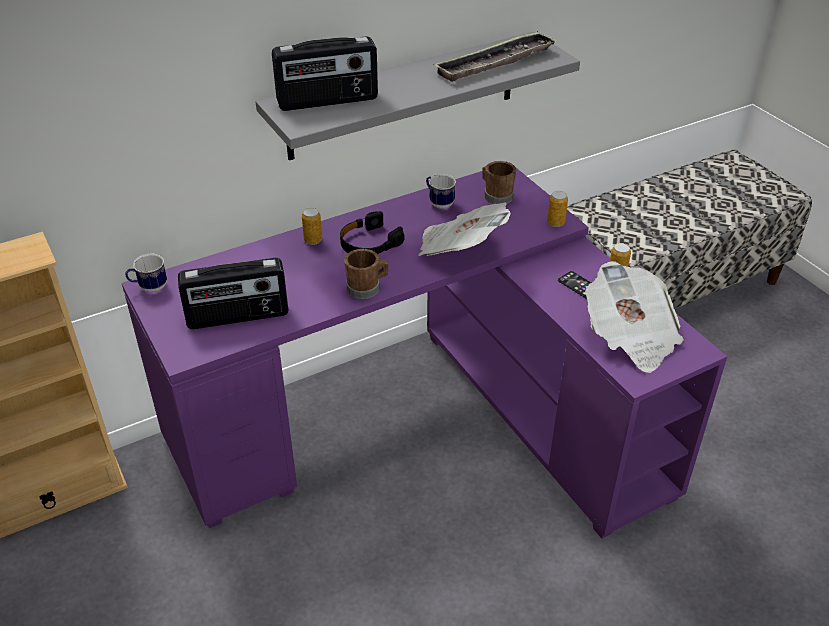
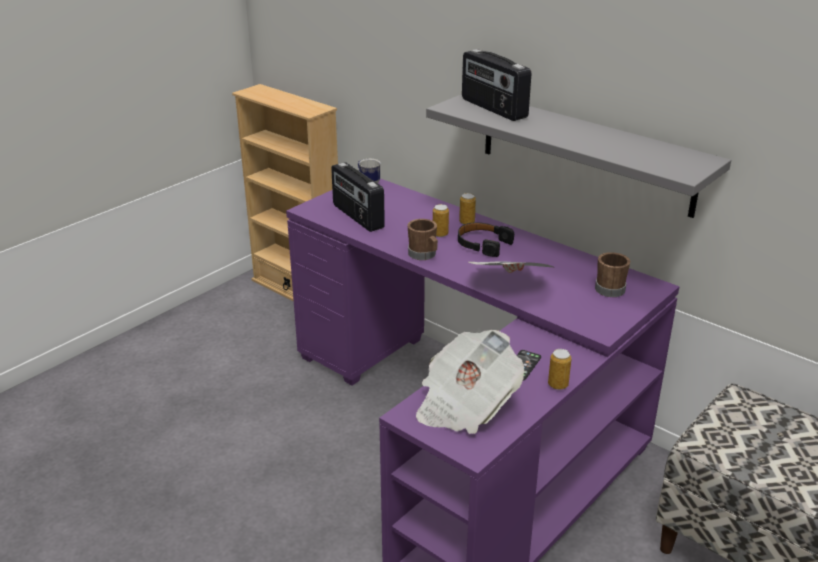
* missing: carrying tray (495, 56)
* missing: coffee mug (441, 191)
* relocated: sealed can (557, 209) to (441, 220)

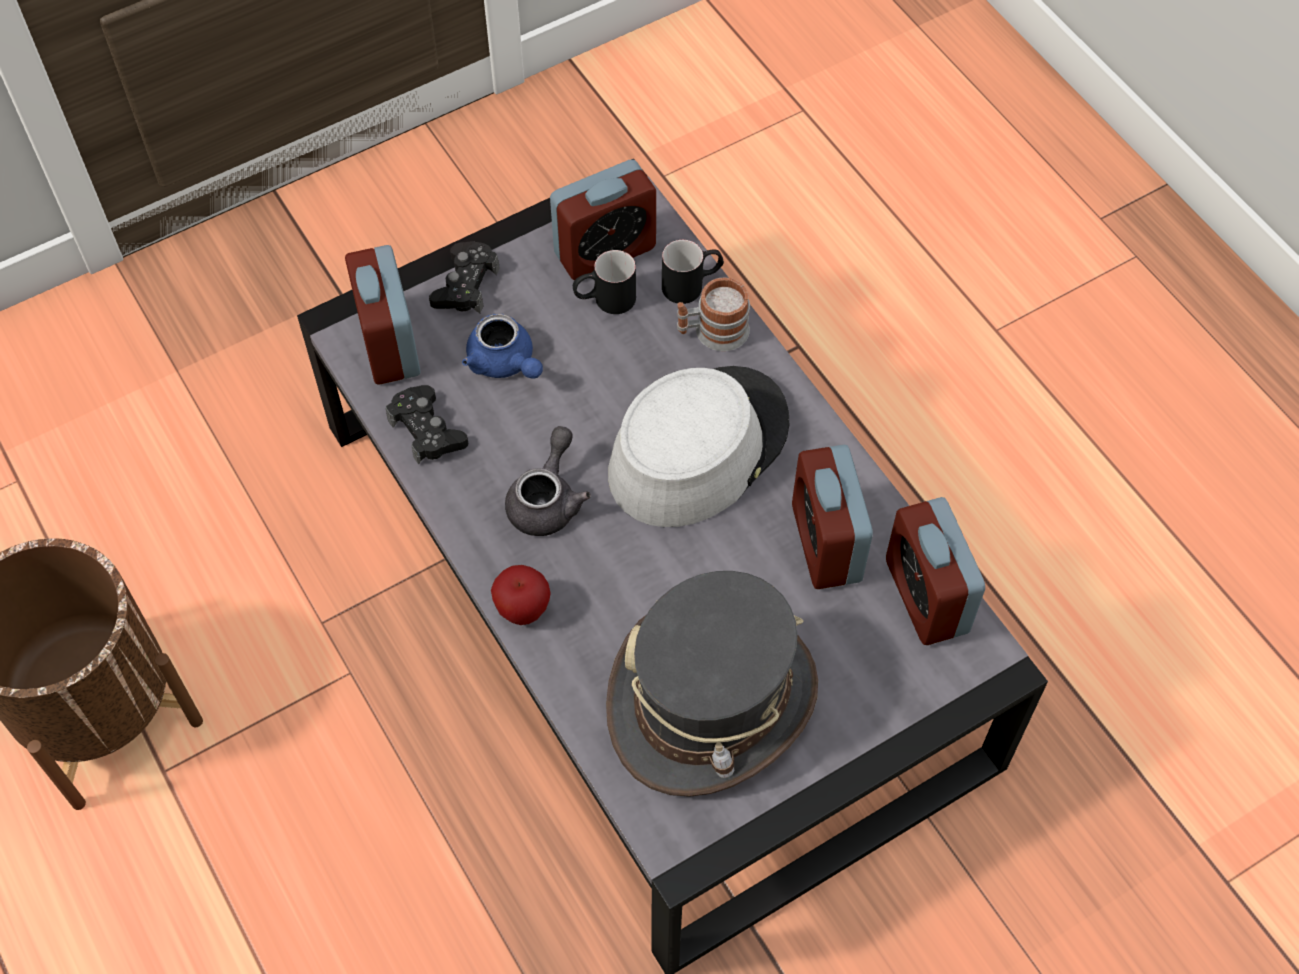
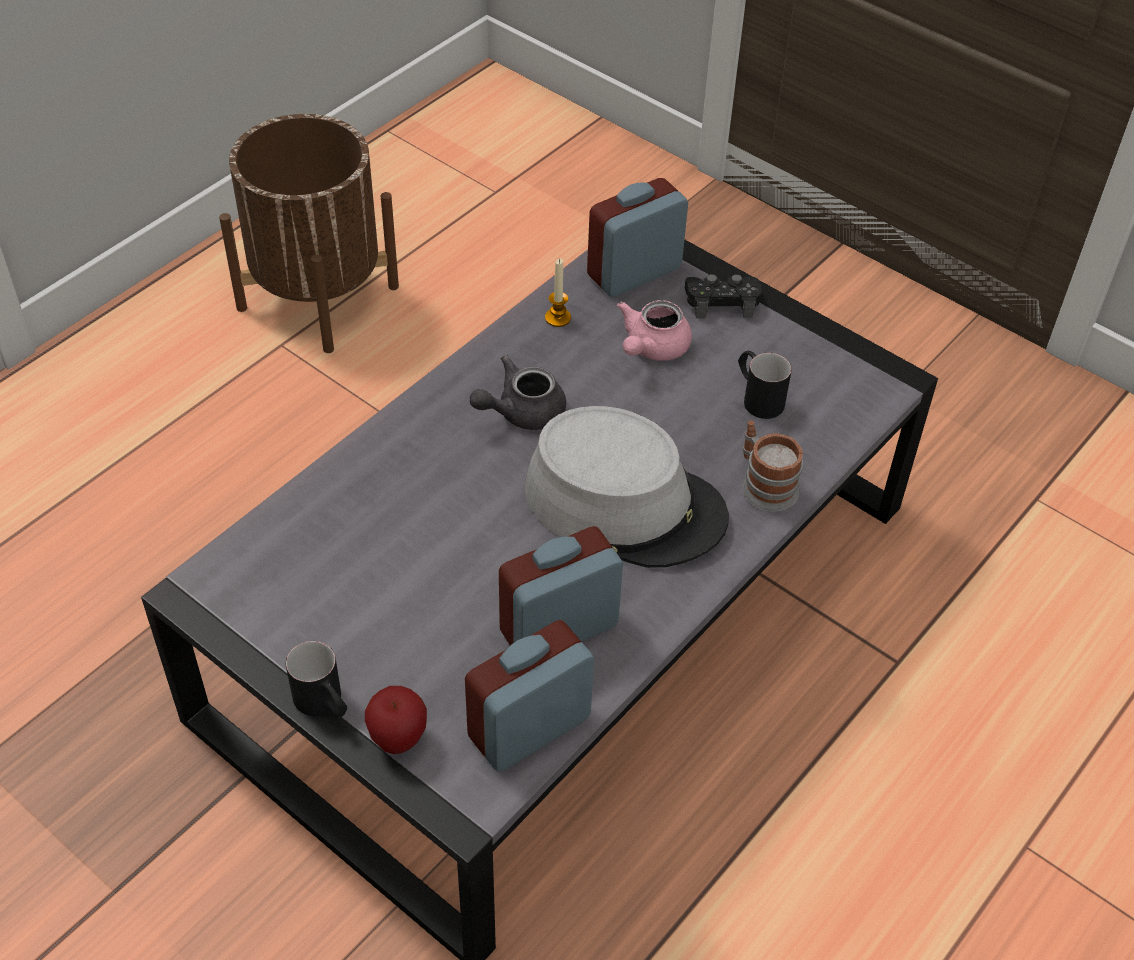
* missing: alarm clock (603, 219)
* relocated: coffee mug/black-coloured (693, 272) to (316, 679)
* colour: tea pot/blue-coloured (502, 346) to tea pot/pink-coloured (654, 330)
* exchanged: gamepad/black-coloured (427, 425) to candle (558, 292)
* spun: tea pot/greyish (548, 481) = (518, 392) 150 degrees clockwise
* relocated: apple (521, 595) to (396, 720)
* missing: wearable hat/greyish (712, 684)

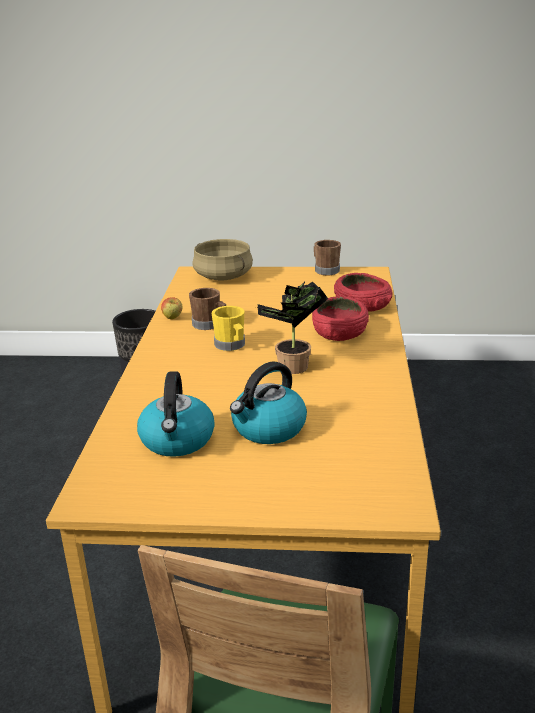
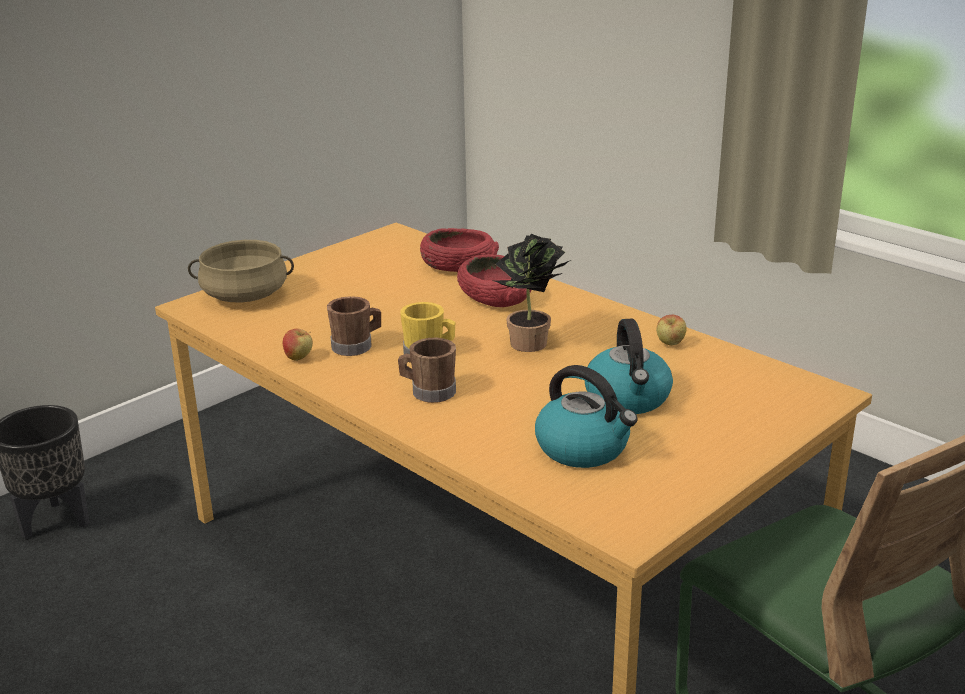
* relocated: coffee mug/brownish (327, 257) to (427, 370)
* appeared: apple (671, 330)

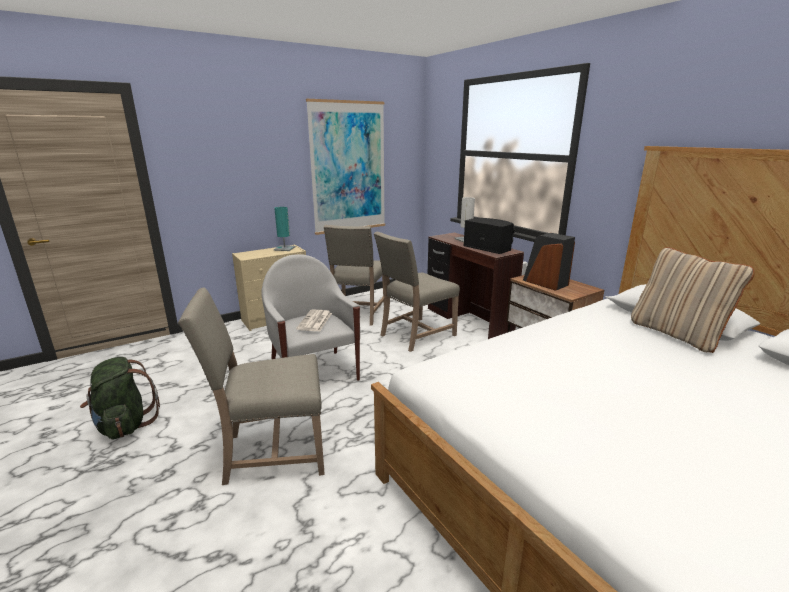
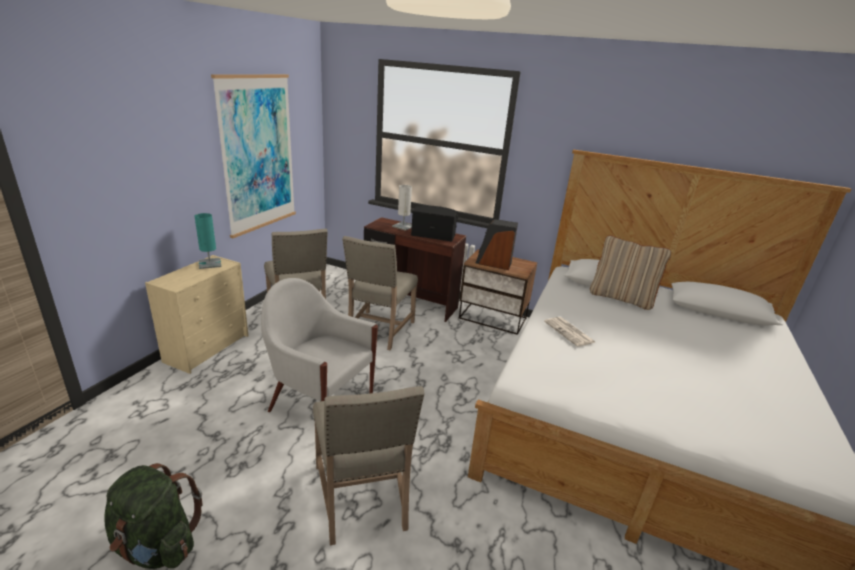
* spun: upright chair/beige-coloured (251, 386) = (368, 465) 60 degrees counterclockwise
* relocated: daily paper (314, 320) to (569, 332)

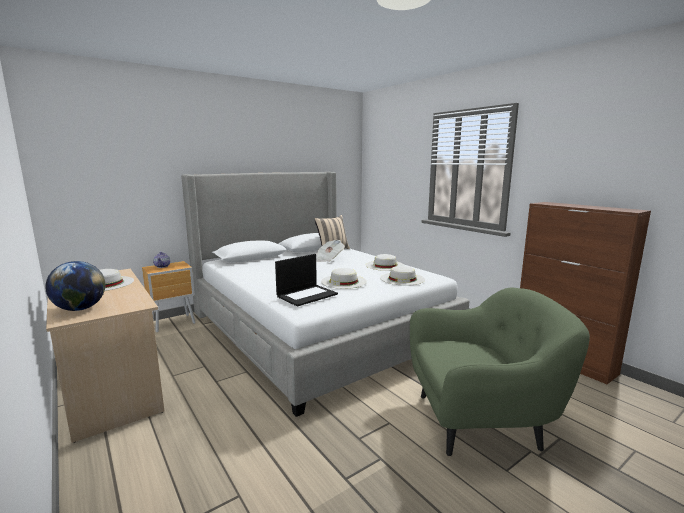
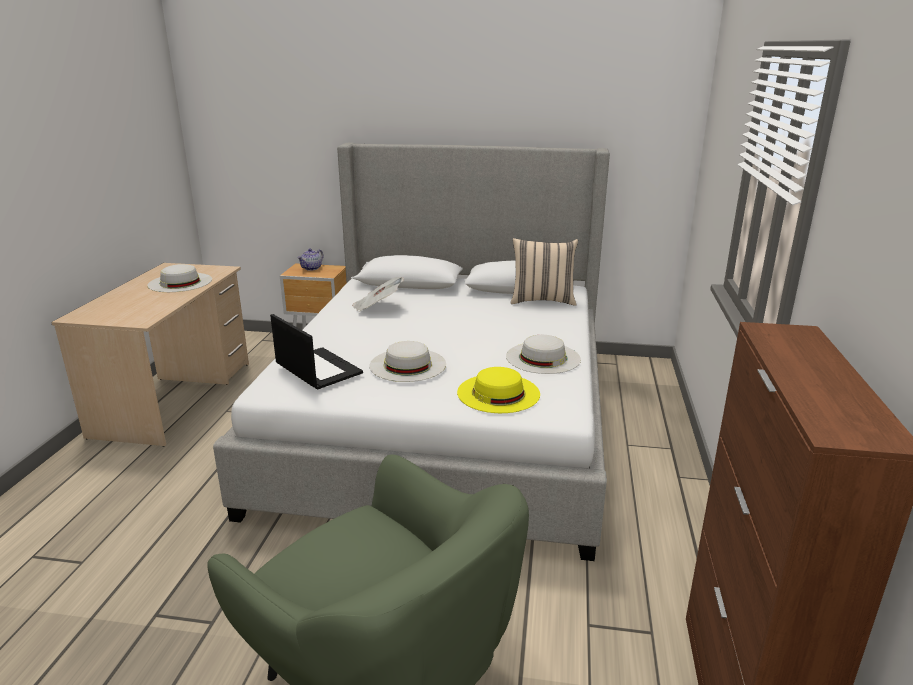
* relocated: daily paper (330, 251) to (378, 294)
* spun: portable computer (306, 280) = (316, 351) 135 degrees counterclockwise
* missing: world globe (75, 286)
* colour: wearable hat/white-coloured (402, 276) to wearable hat/yellow-coloured (498, 390)

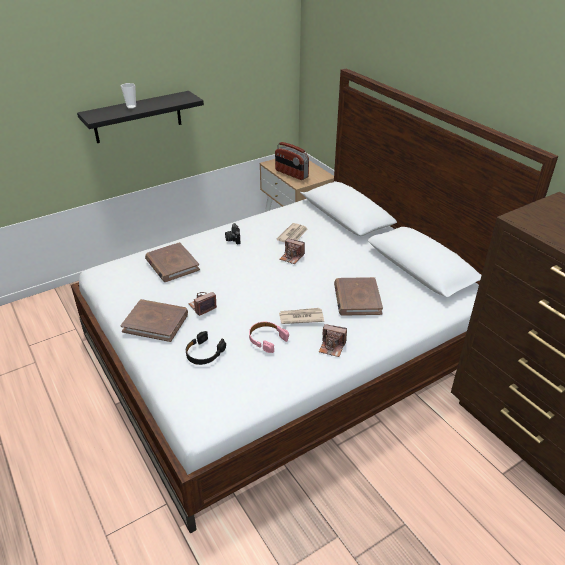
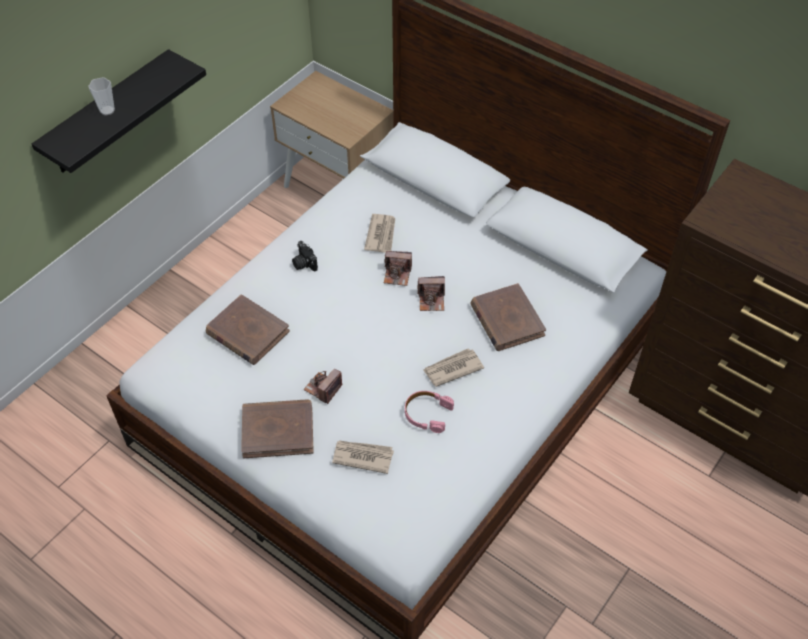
* missing: radio (292, 161)
* relocated: still camera (333, 340) to (431, 293)
* exchanged: headset/black-coloured (206, 348) to daily paper (363, 457)

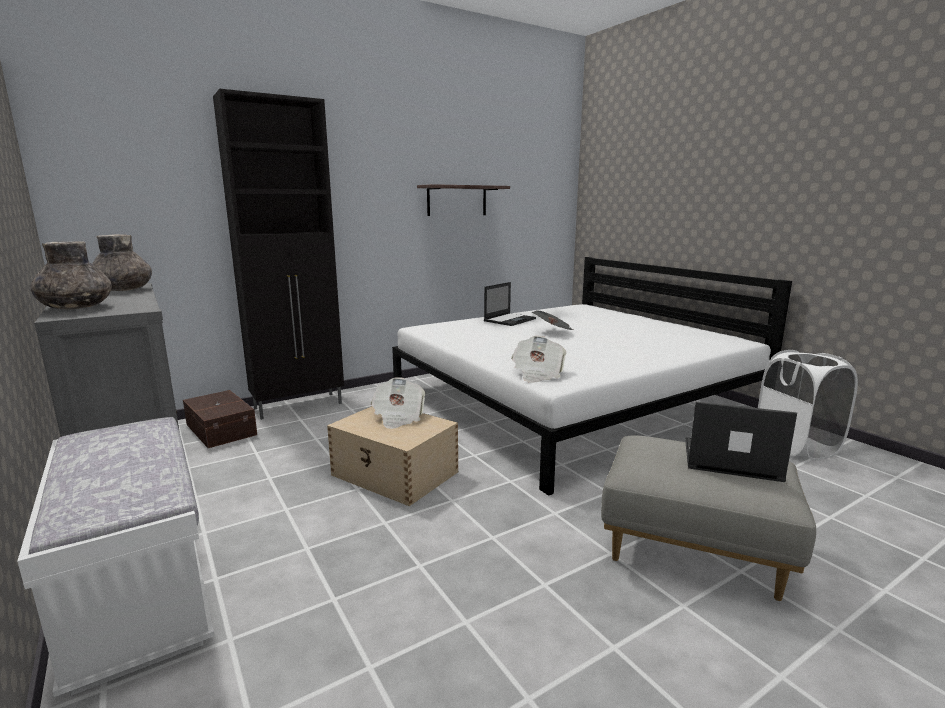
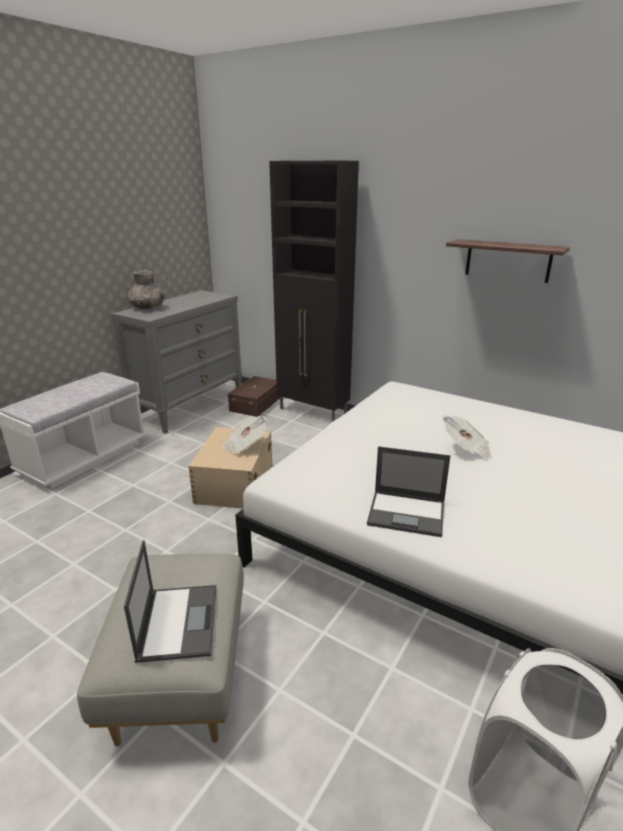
* missing: decorative vase/greyish (122, 262)
* relocated: portable computer (510, 304) to (408, 491)
* missing: daily paper (539, 359)

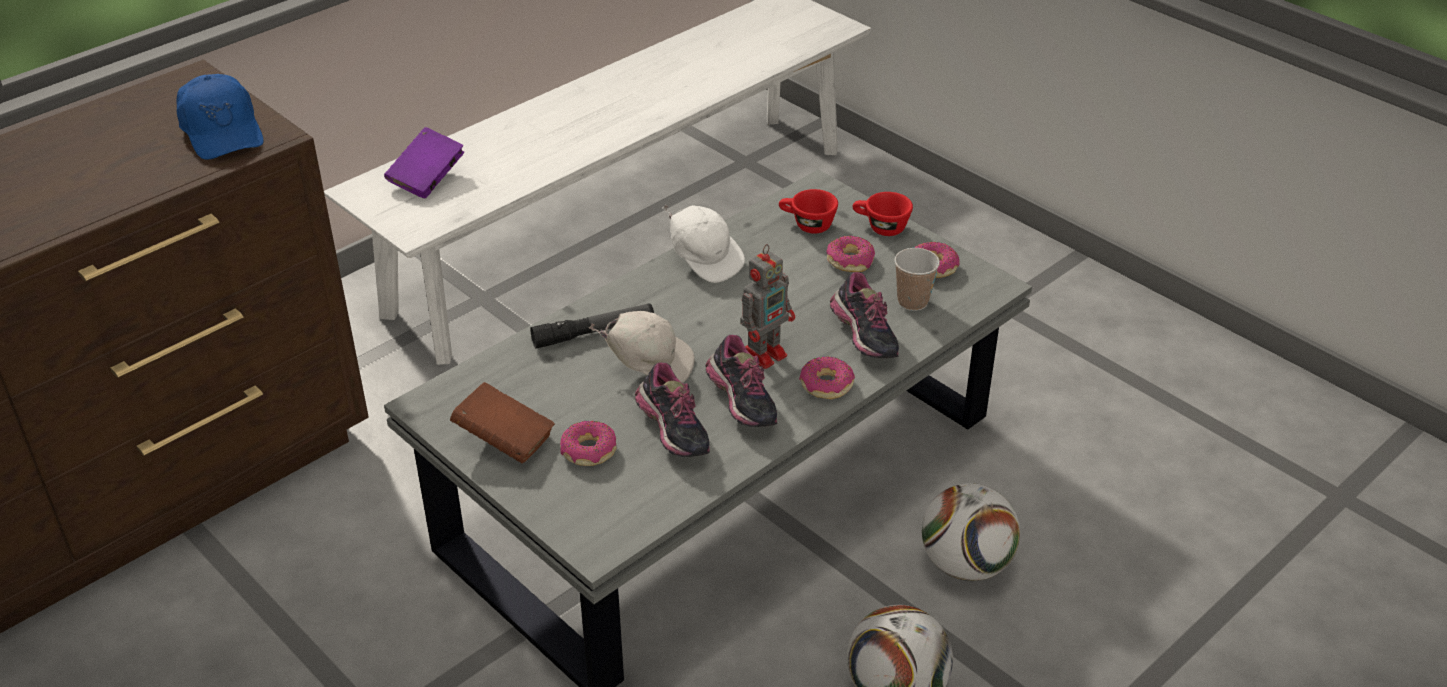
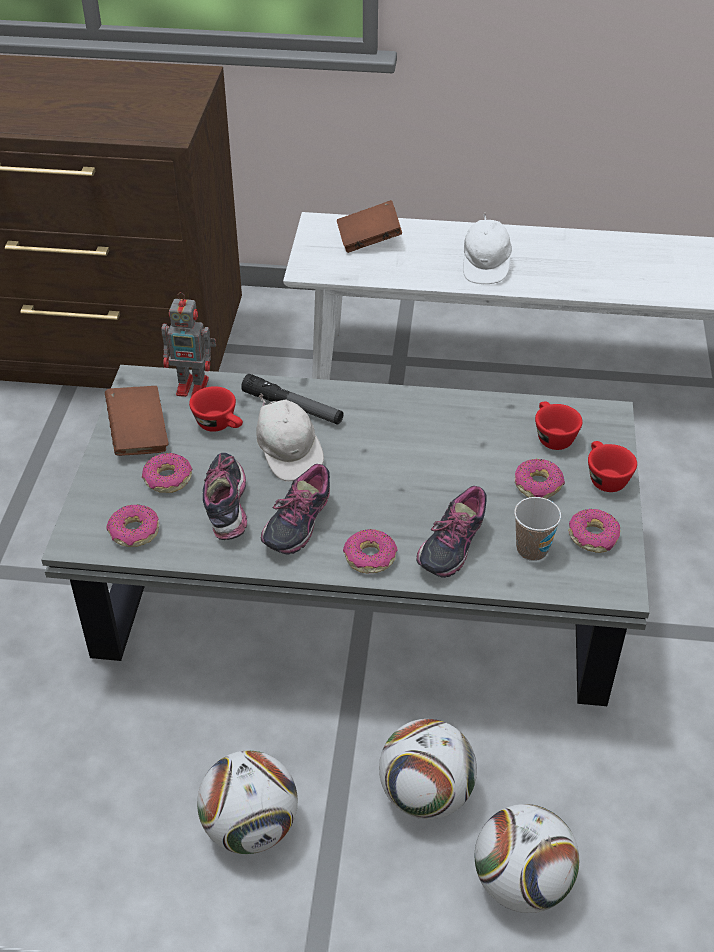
* missing: peaked cap/blue-coloured (220, 117)
* colour: volume/purplish (424, 162) to volume/brownish (369, 226)
* relocated: peaked cap/white-coloured (703, 244) to (487, 248)
* relocated: model robot (767, 306) to (188, 344)
* spun: item of footwear (672, 409) = (225, 496) 150 degrees clockwise
* appeared: small cup/reddish (216, 409)
* appeared: donut (132, 525)
* appeared: ball for football (527, 858)

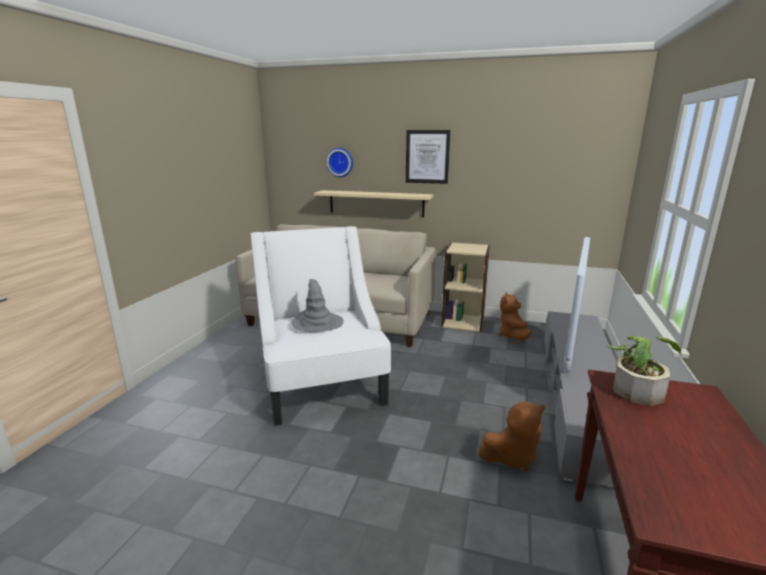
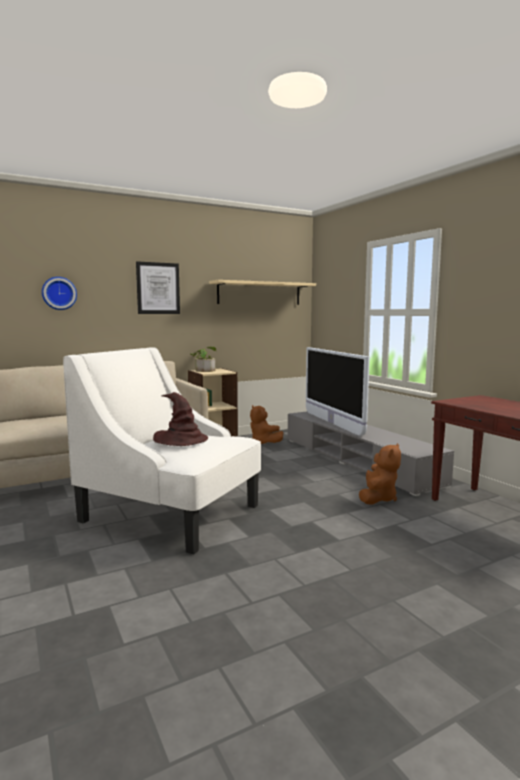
* relocated: shelf/beige-coloured (373, 203) to (262, 292)
* colour: wearable hat/greyish (317, 305) to wearable hat/brownish (180, 419)
* relocated: plant in a pot (644, 371) to (203, 359)

